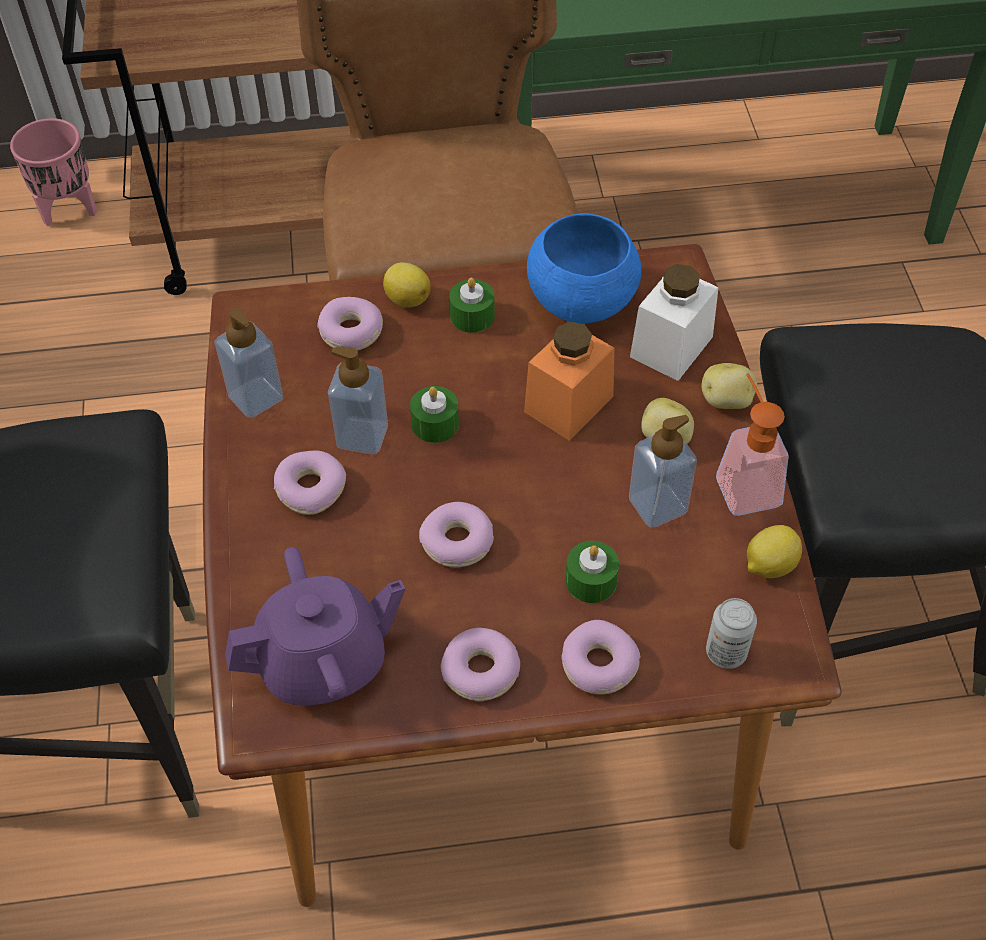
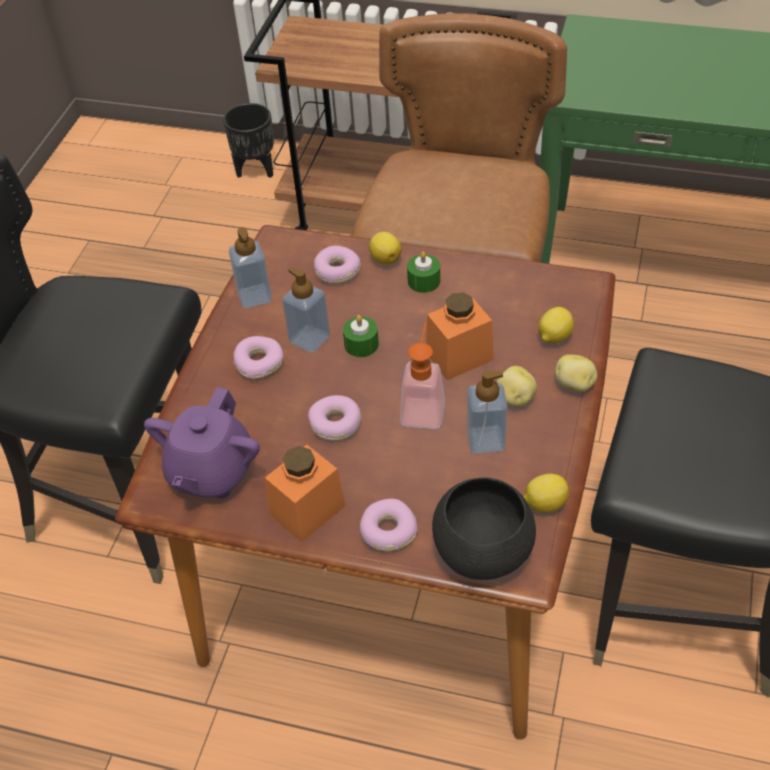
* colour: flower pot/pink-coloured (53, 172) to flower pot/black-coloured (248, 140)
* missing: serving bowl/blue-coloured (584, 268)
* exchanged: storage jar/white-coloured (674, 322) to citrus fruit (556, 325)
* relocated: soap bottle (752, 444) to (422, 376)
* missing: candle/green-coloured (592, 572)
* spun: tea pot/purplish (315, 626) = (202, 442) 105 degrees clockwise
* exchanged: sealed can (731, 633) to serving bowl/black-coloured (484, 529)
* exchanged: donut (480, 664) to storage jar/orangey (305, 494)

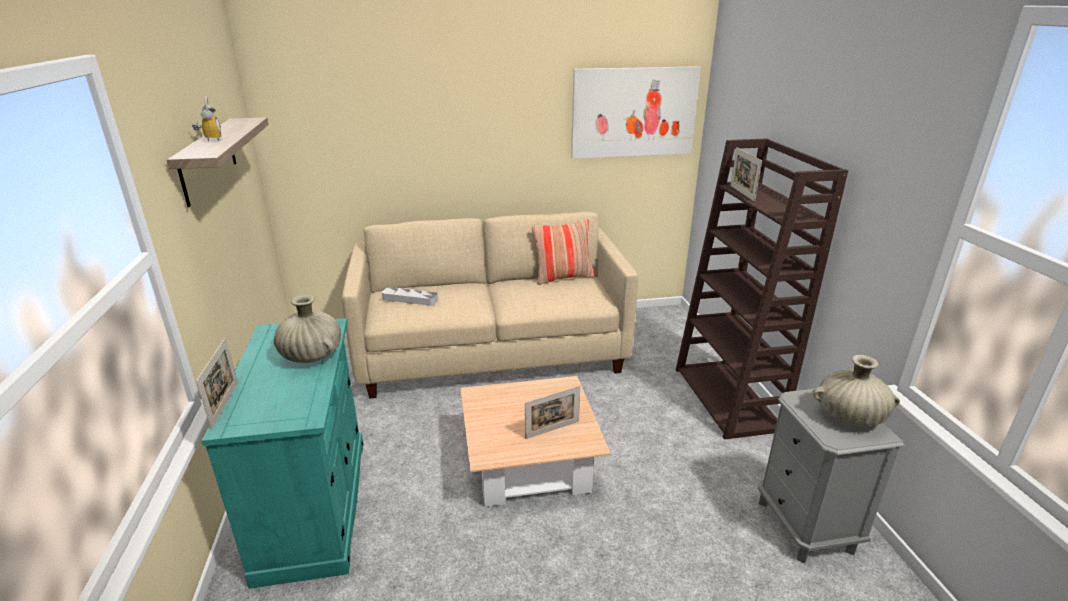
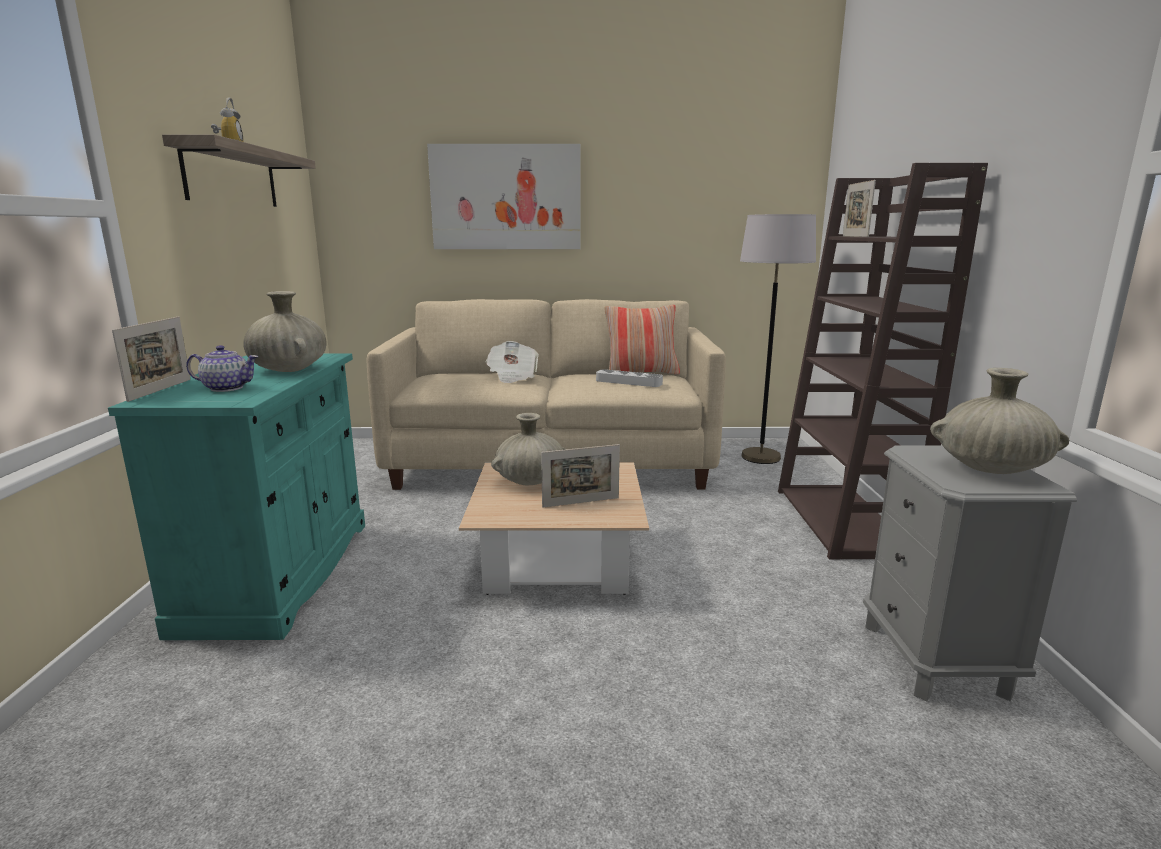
* relocated: wall art (636, 112) to (503, 196)
* relocated: carrying tray/greyish (410, 296) to (629, 378)
* appeared: standard lamp/greyish (778, 339)
* appeared: daily paper (512, 362)
* appeared: tea pot (222, 368)
* appeared: decorative vase/beige-coloured (528, 449)

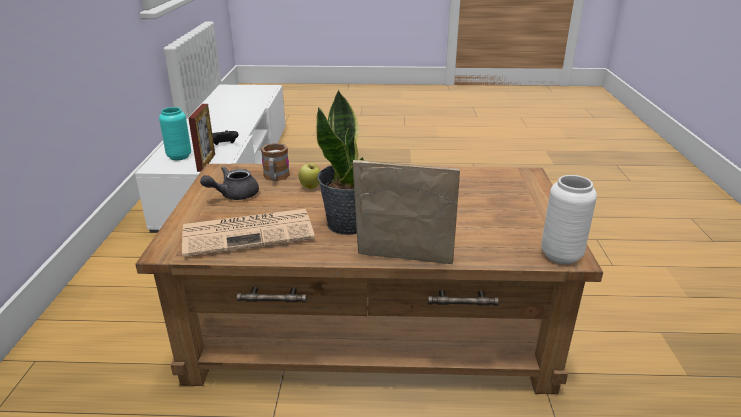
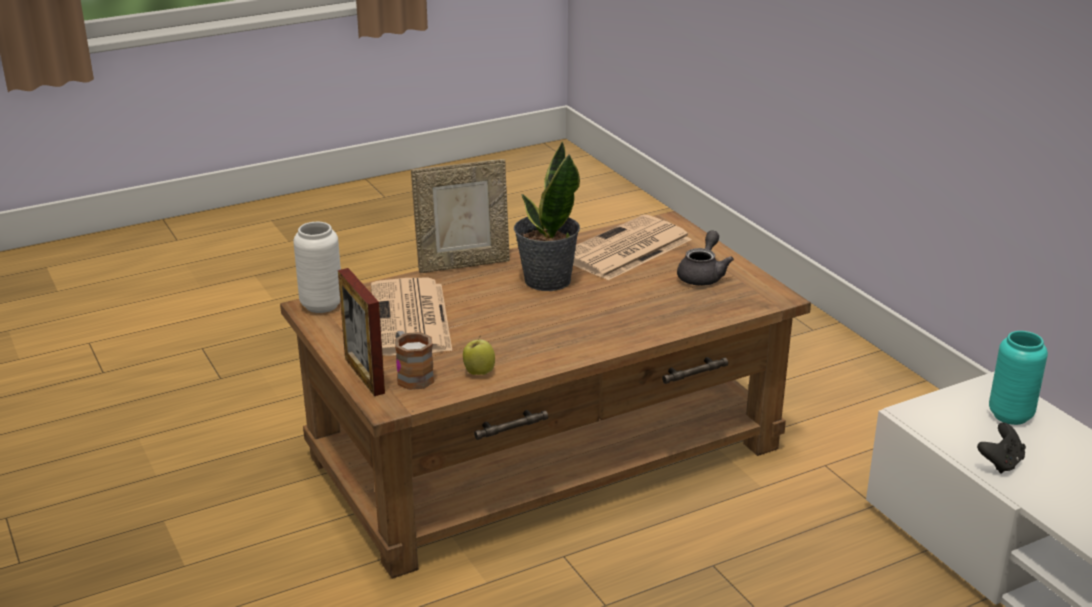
* relocated: photo frame (201, 138) to (361, 332)
* relocated: coffee mug (275, 162) to (414, 360)
* relocated: apple (309, 175) to (479, 355)
* appeared: daily paper (411, 317)

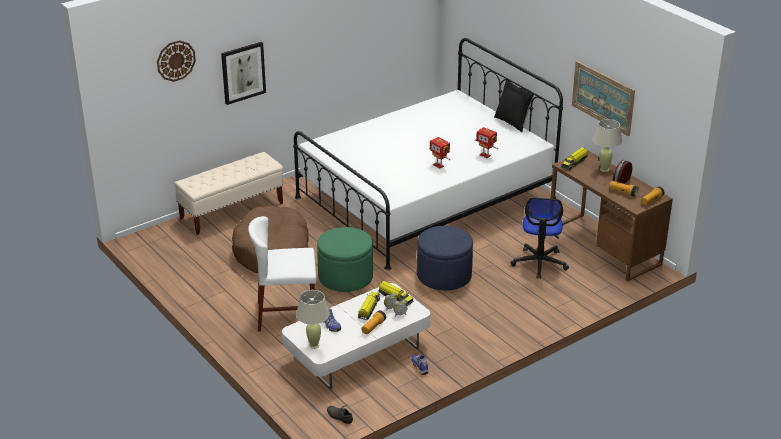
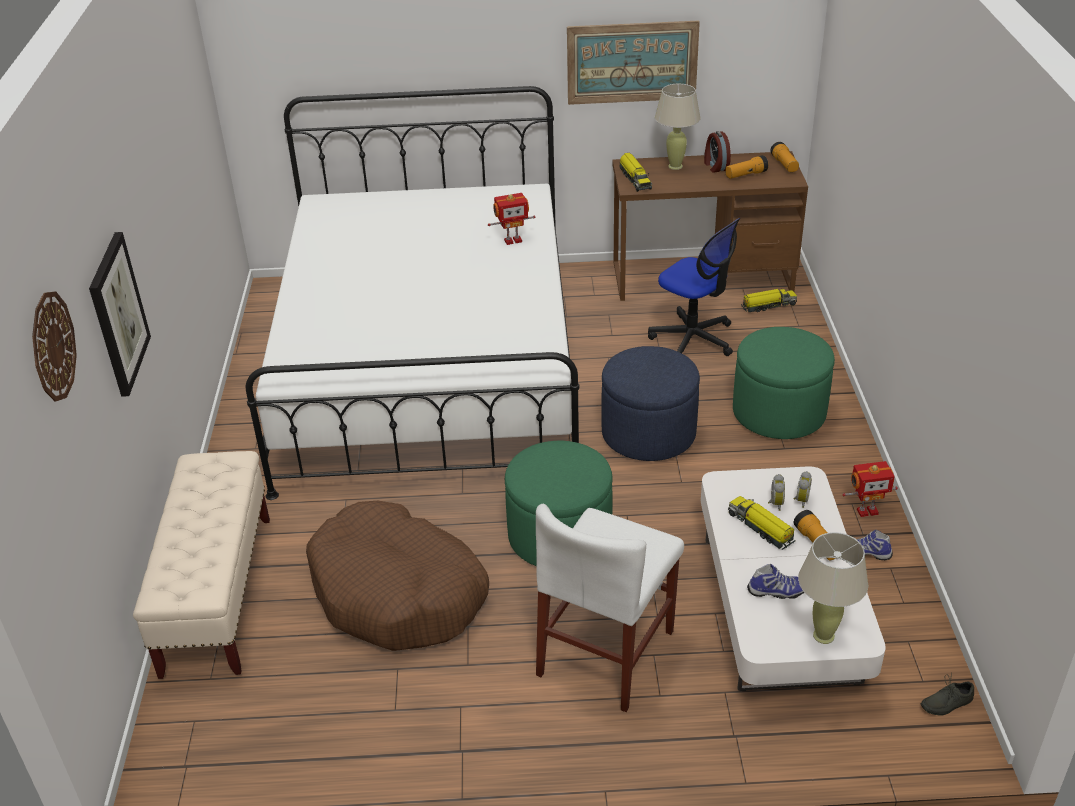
* missing: cushion/black-coloured (514, 106)
* relocated: model robot (439, 153) to (870, 489)
* relocated: model truck (396, 293) to (769, 300)
* appeared: pouffe/green-coloured (784, 383)

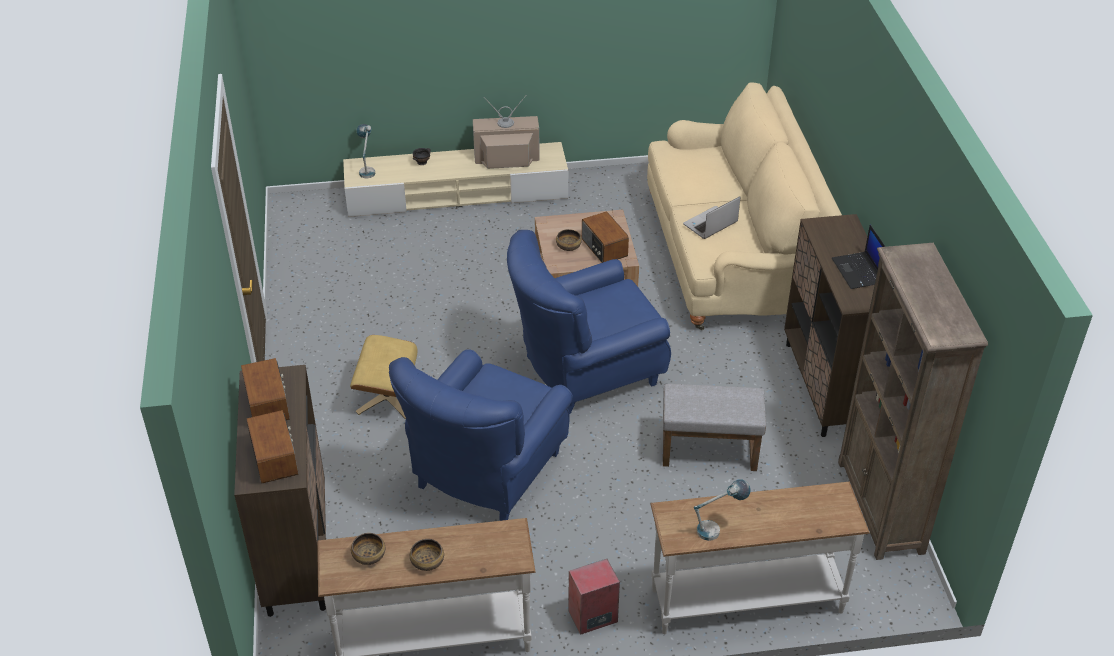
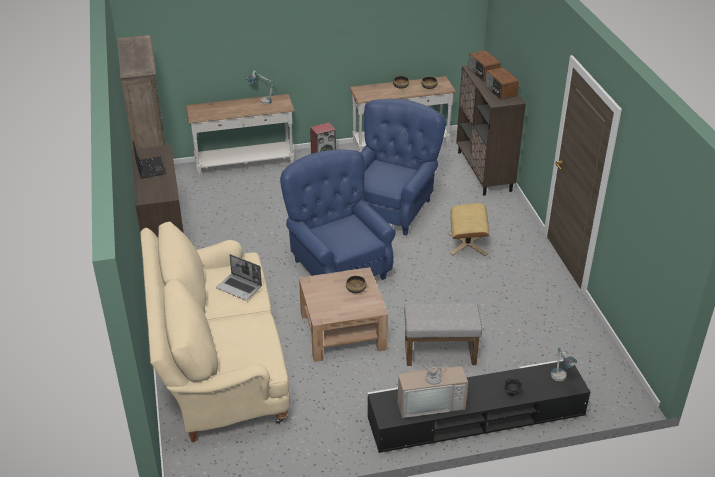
* colour: tv stand/beige-coloured (455, 179) to tv stand/black-coloured (479, 406)
* spun: portable computer (711, 217) = (239, 277) 75 degrees clockwise
* missing: radio (605, 237)
* spun: armchair/blue-coloured (589, 322) = (338, 215) 90 degrees counterclockwise
* relocated: pouffe/greyish (714, 427) to (443, 334)

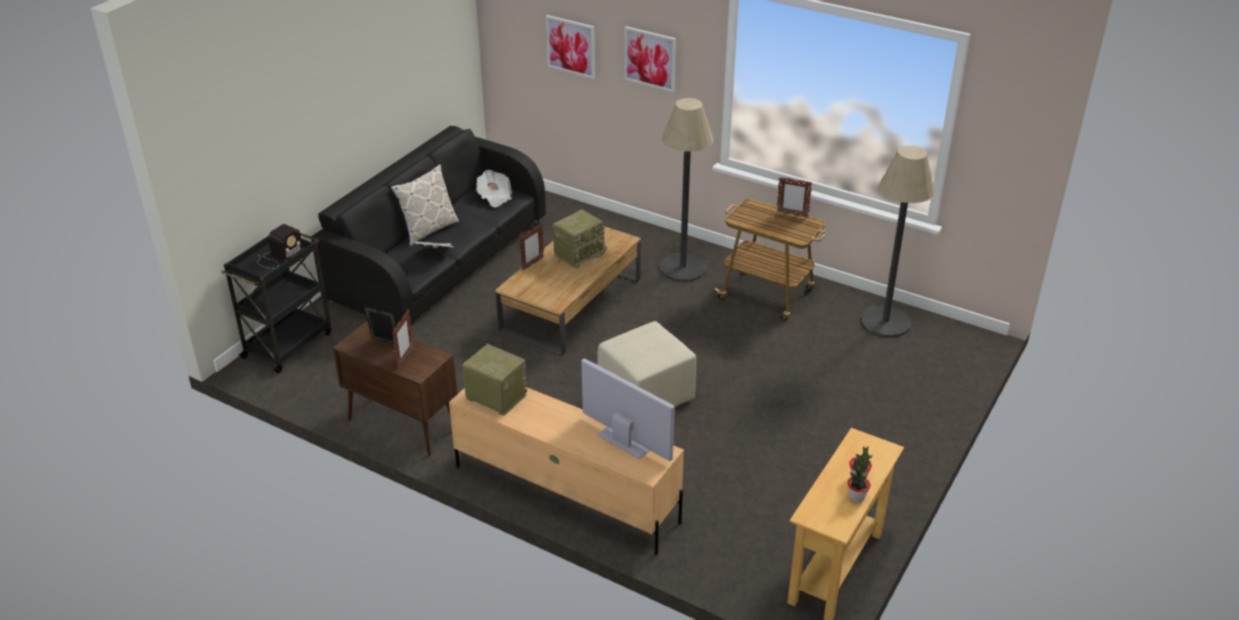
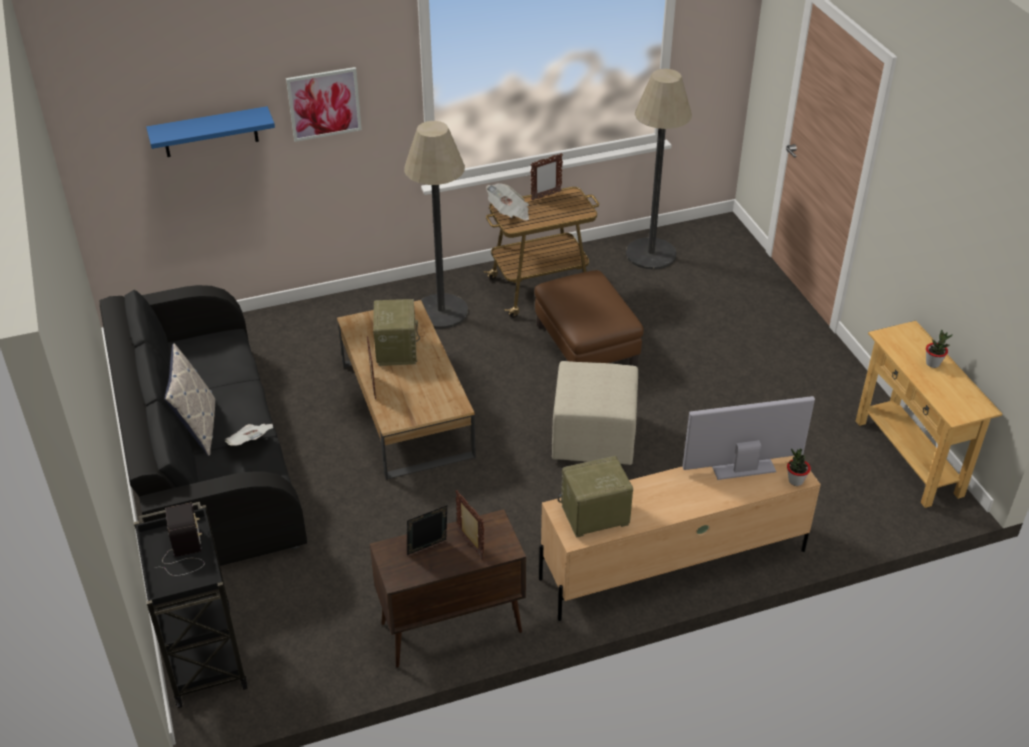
* exchanged: wall art (570, 47) to shelf/blue-coloured (210, 131)
* relocated: daily paper (494, 188) to (507, 202)
* relocated: plant in a pot (859, 481) to (799, 467)
* appeared: pouffe/brownish (588, 318)

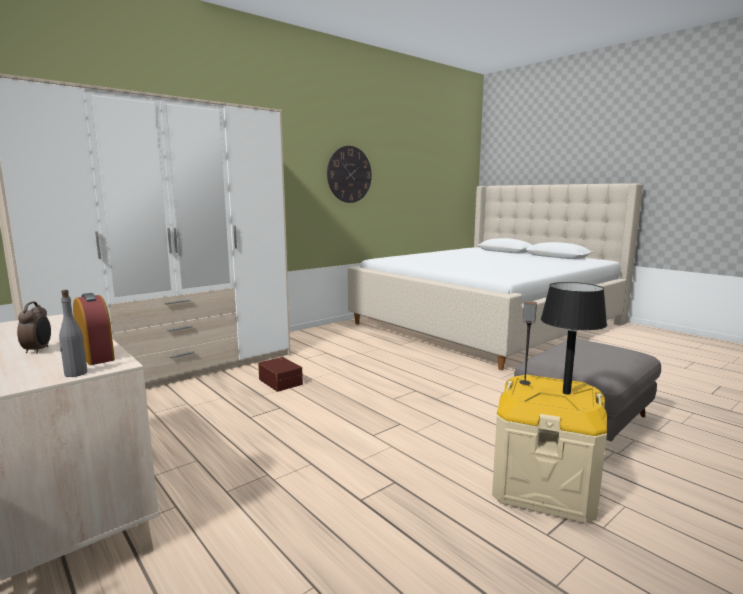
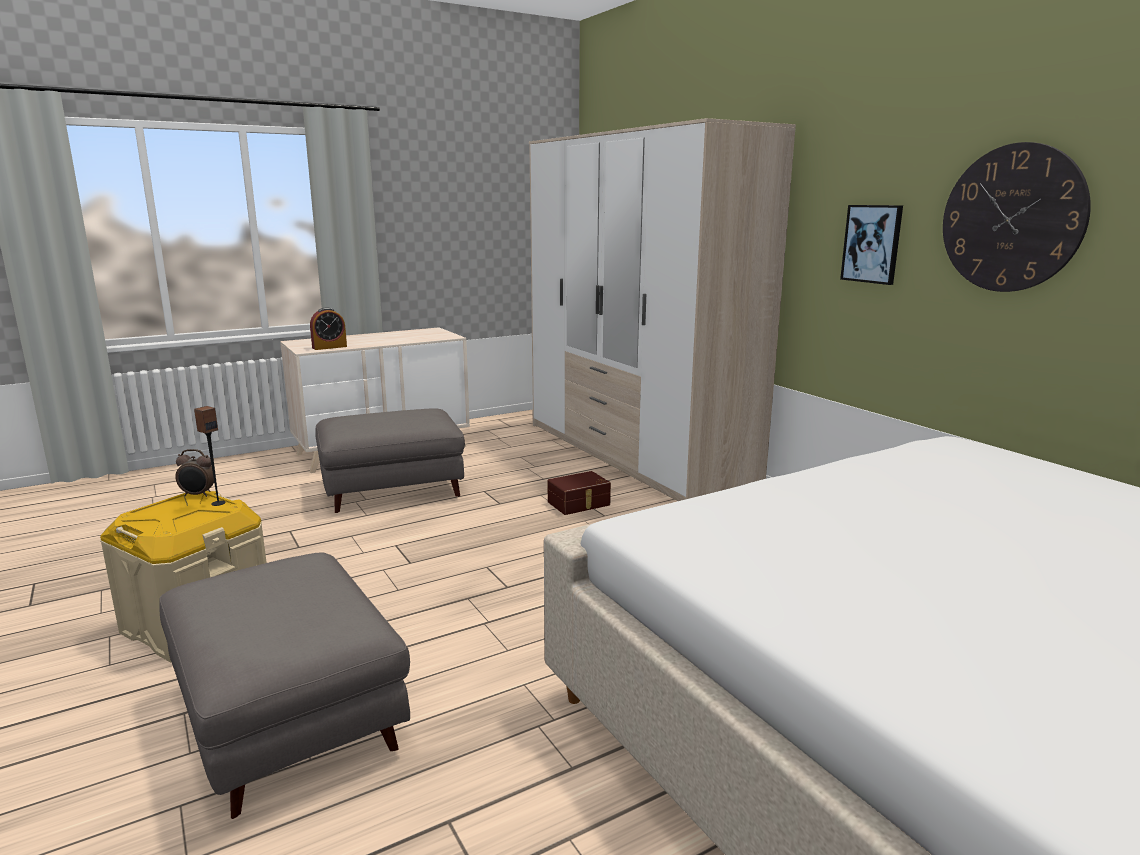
* missing: table lamp/black-coloured (574, 338)
* missing: drink bottle/greyish (73, 333)
* relocated: alarm clock (34, 328) to (194, 473)
* appeared: wall art (871, 245)
* appeared: pouffe/greyish (390, 460)

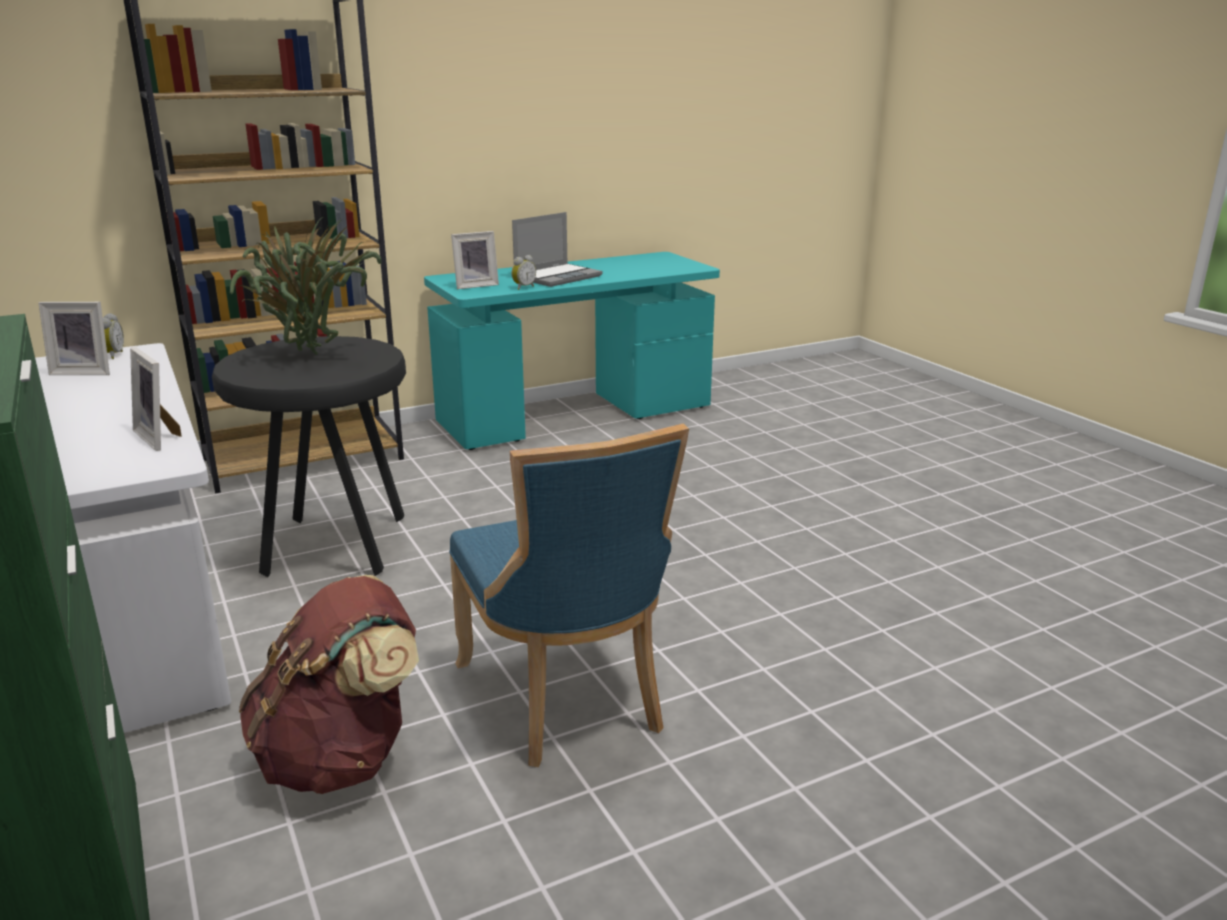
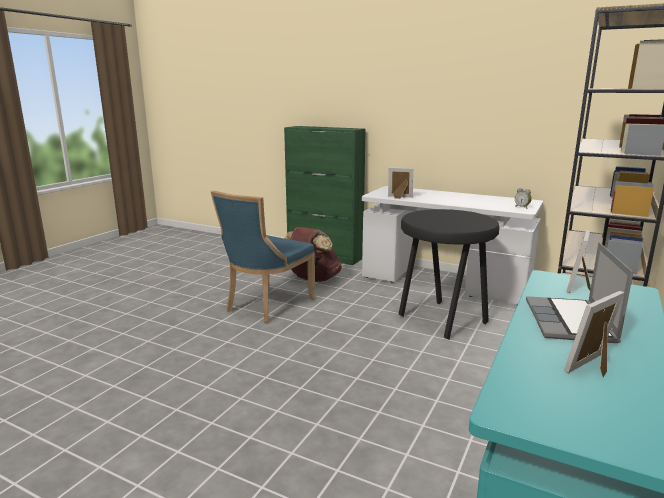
* missing: plant in a pot (306, 286)
* missing: alarm clock (524, 272)
* relocated: photo frame (74, 338) to (594, 334)
* spun: upright chair/blue-coloured (569, 595) = (263, 257) 90 degrees counterclockwise

